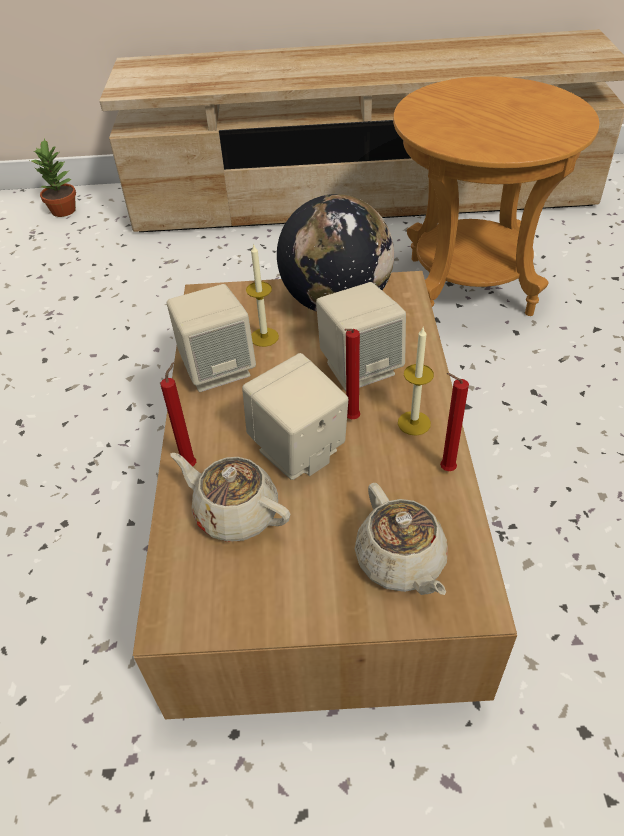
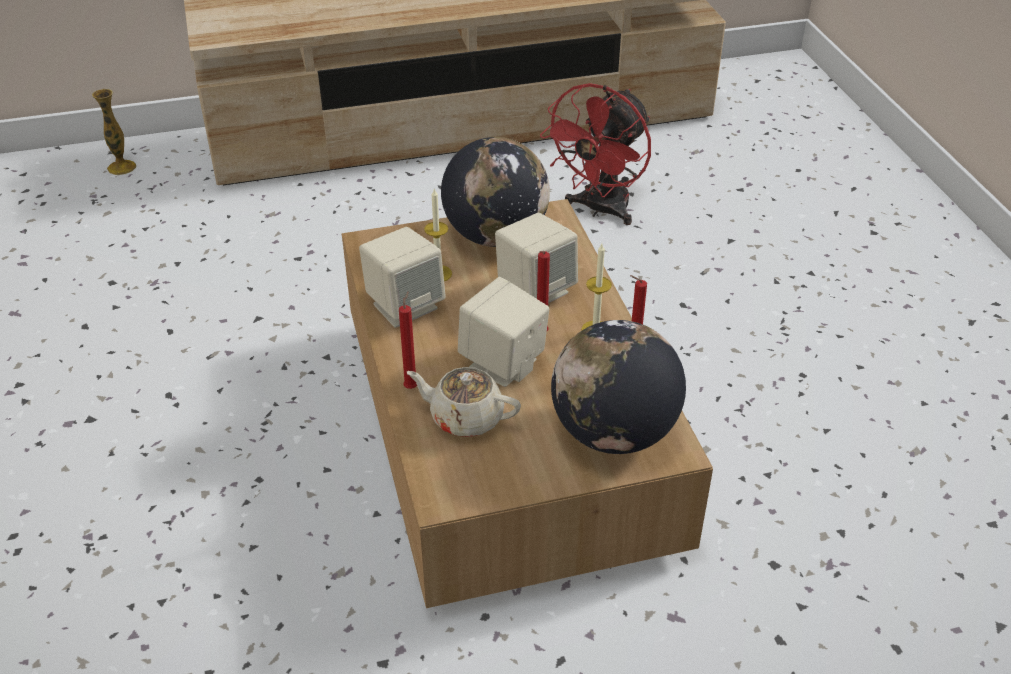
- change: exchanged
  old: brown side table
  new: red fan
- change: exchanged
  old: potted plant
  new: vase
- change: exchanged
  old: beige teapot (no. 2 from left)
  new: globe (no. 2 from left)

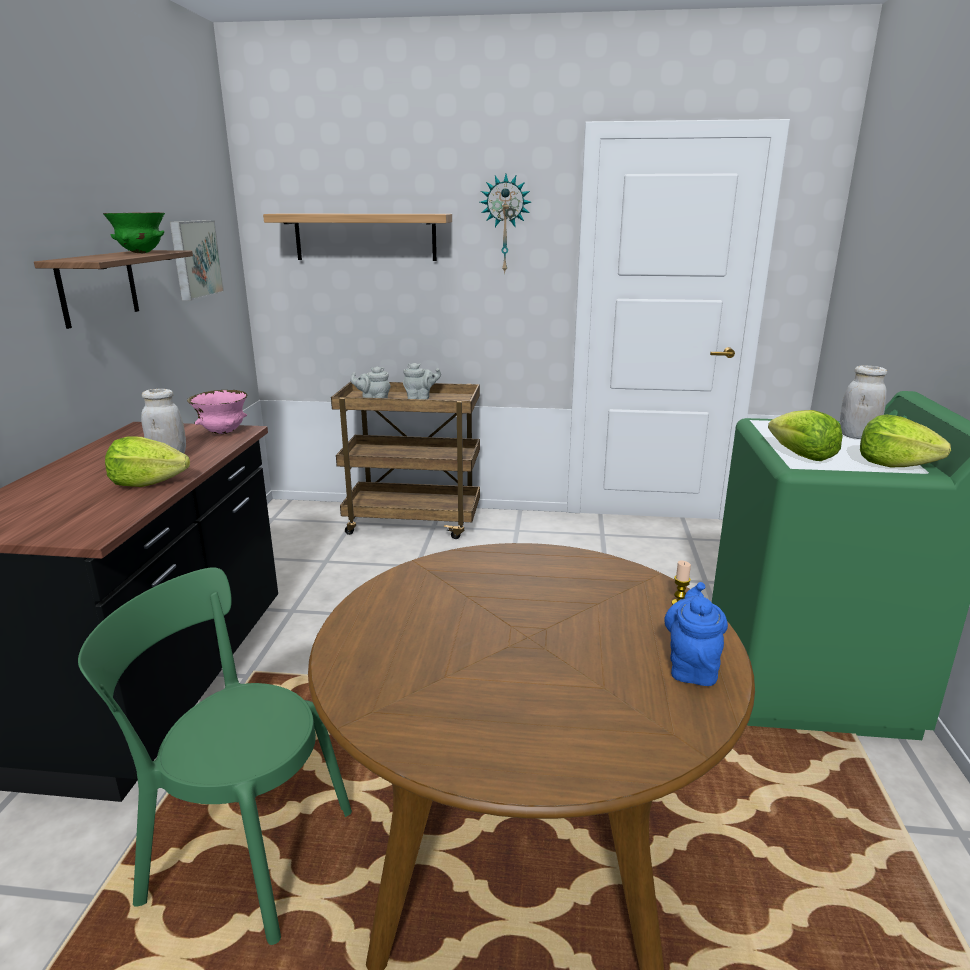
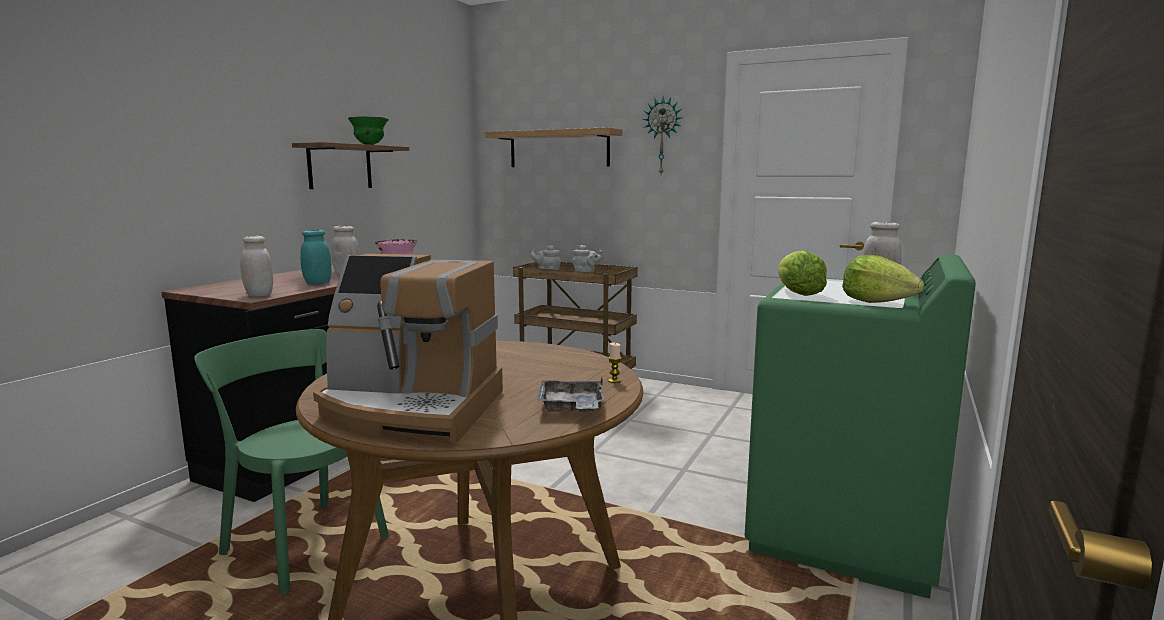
- change: missing
  old: picture
- change: exchanged
  old: lettuce (no. 1 from left)
  new: turquoise jar
- change: exchanged
  old: blue teapot
  new: grey tray
- change: appeared
  new: white jar (no. 1 from left)
- change: appeared
  new: coffee machine

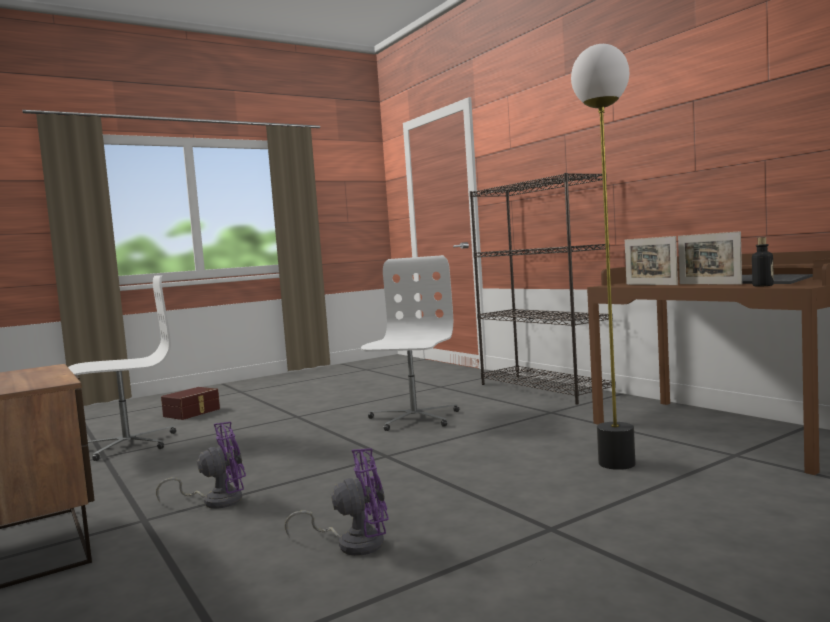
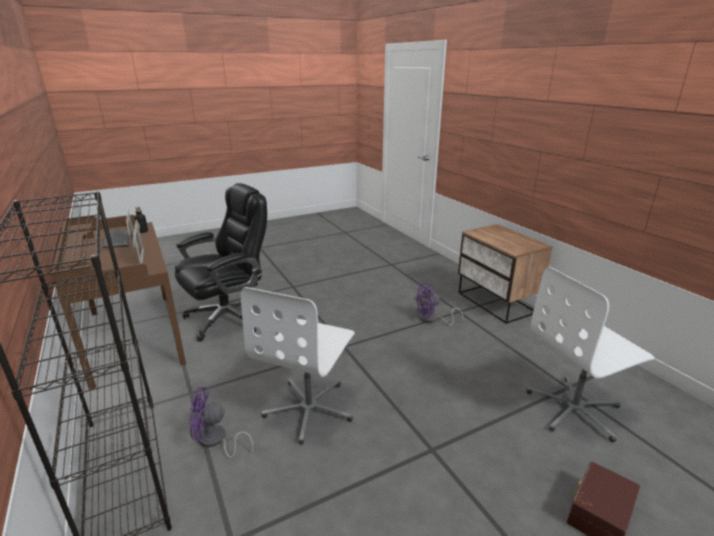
- change: exchanged
  old: floor lamp
  new: black office chair
- change: relocated
  old: purple fan (no. 2 from left in the first image)
  new: purple fan (no. 1 from left)

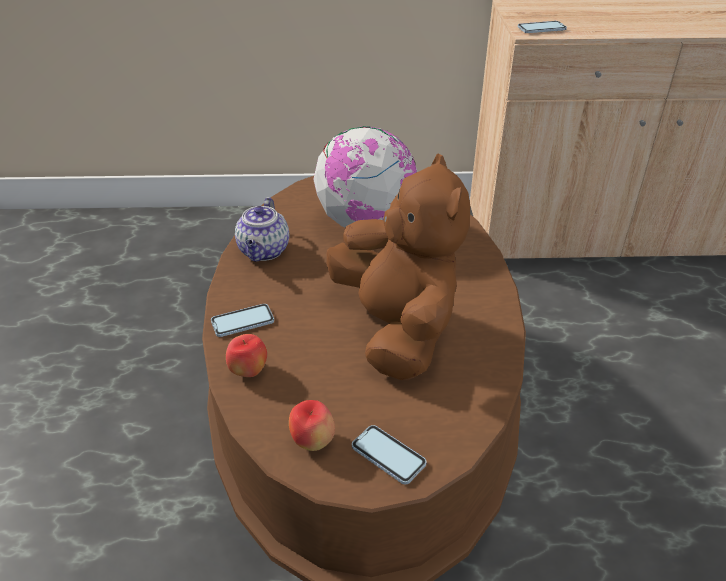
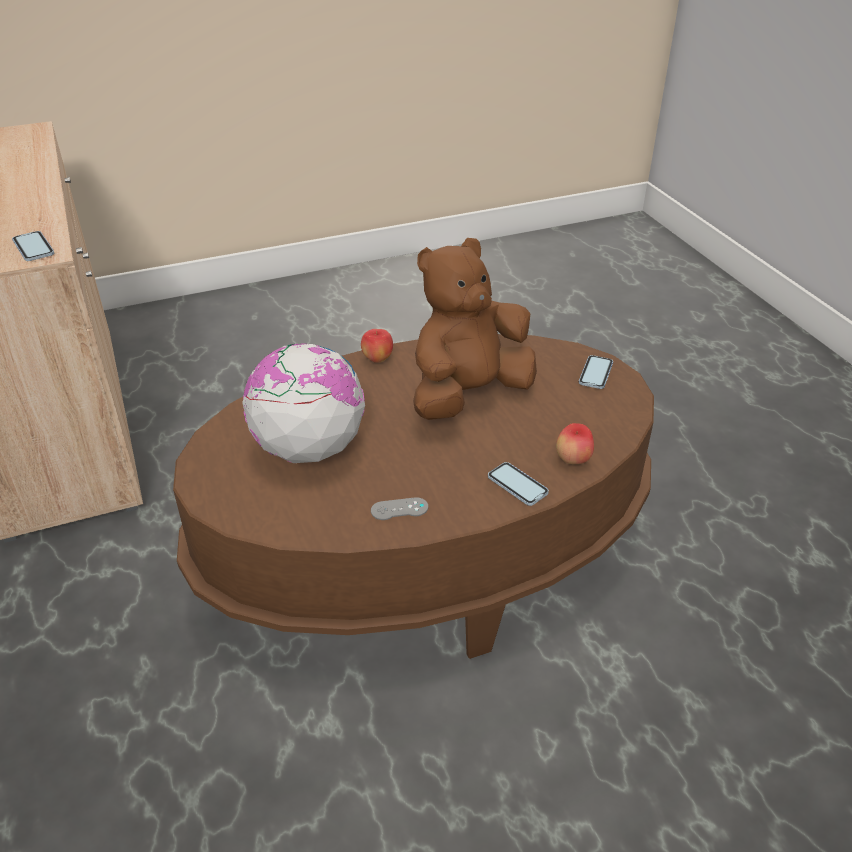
- change: exchanged
  old: teapot
  new: grey game controller
- change: relocated
  old: apple (no. 2 from left in the first image)
  new: apple (no. 1 from left)

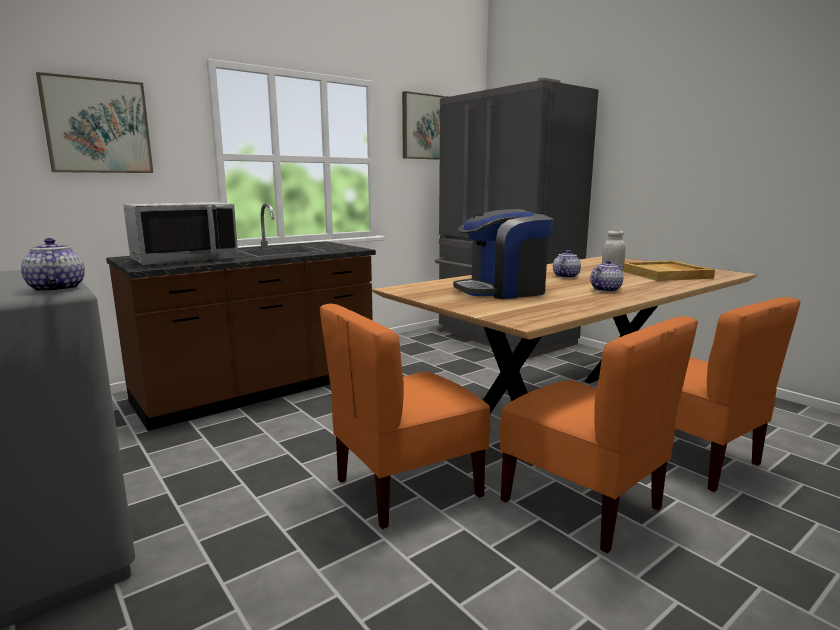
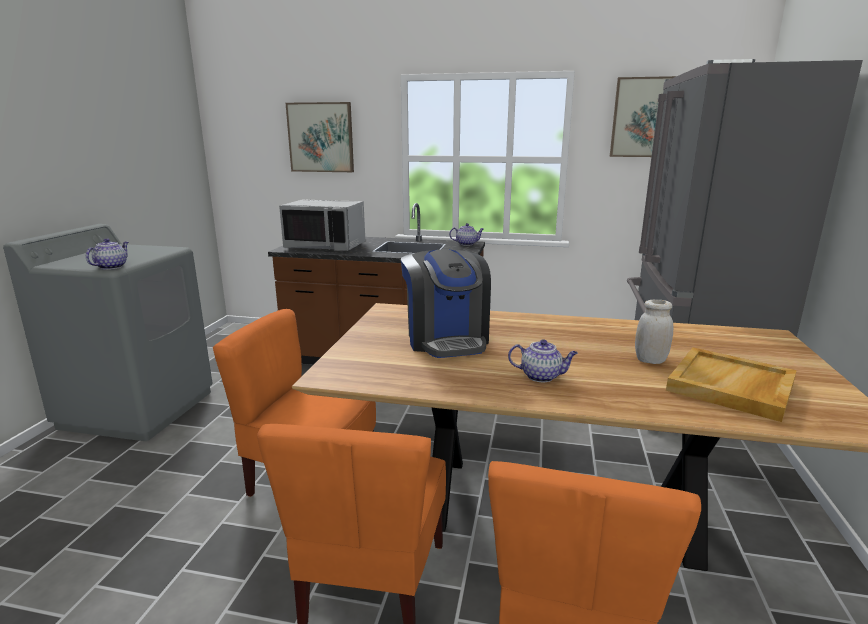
- change: spun
  old: coffee machine
  degrees: -135
- change: relocated
  old: teapot (no. 2 from left)

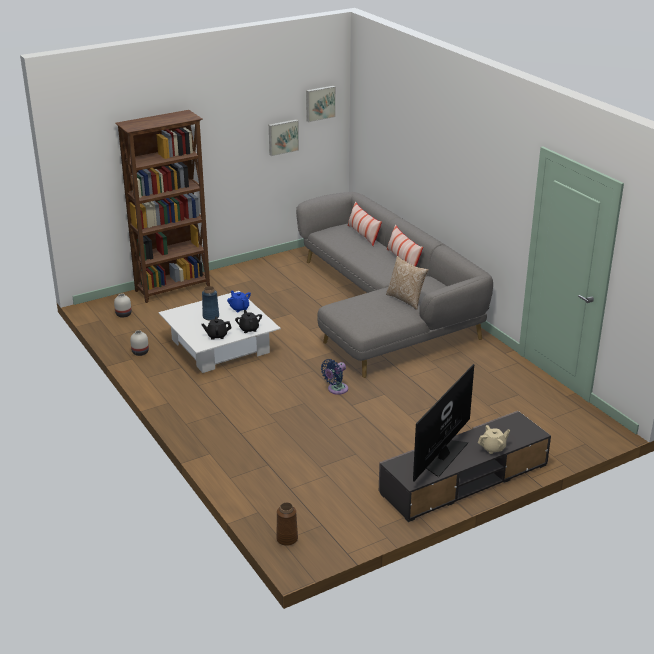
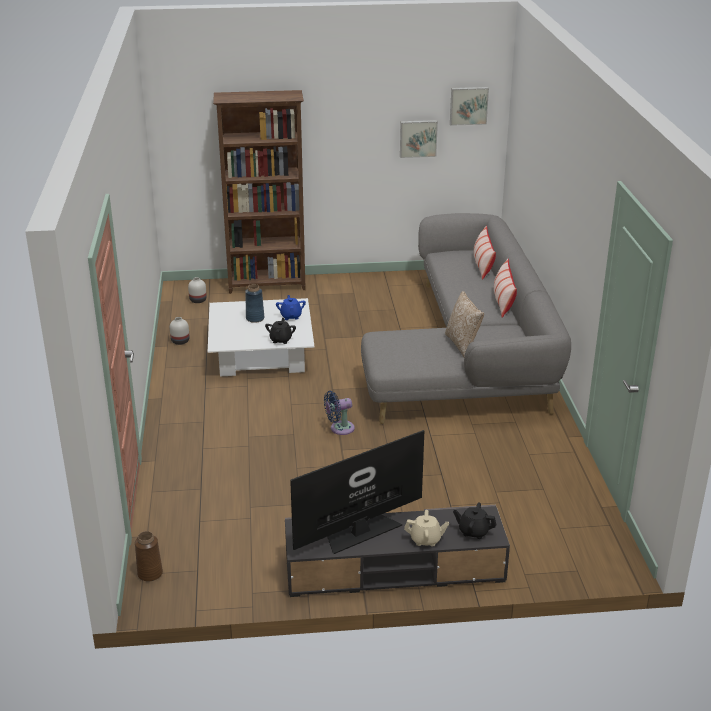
- change: relocated
  old: black teapot (no. 1 from left in the first image)
  new: black teapot (no. 2 from left)

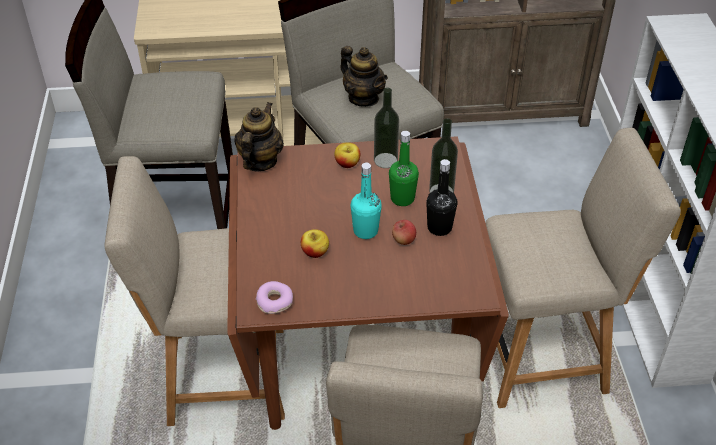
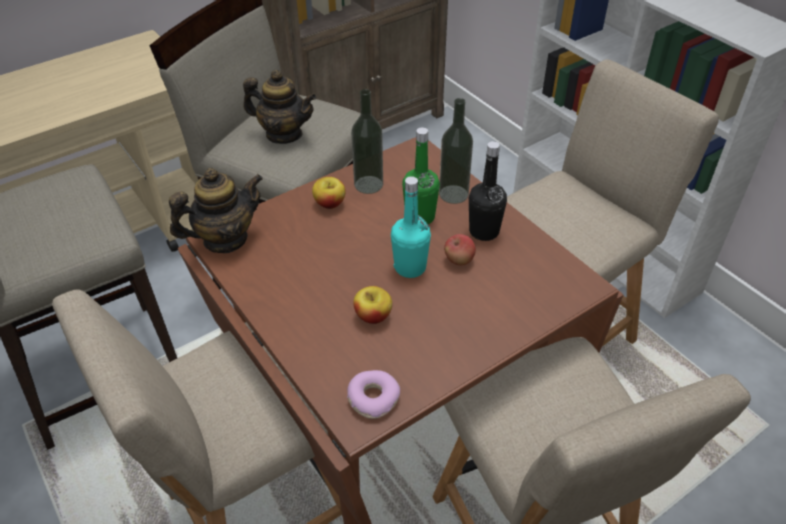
- change: spun
  old: teapot (no. 1 from left)
  degrees: 75

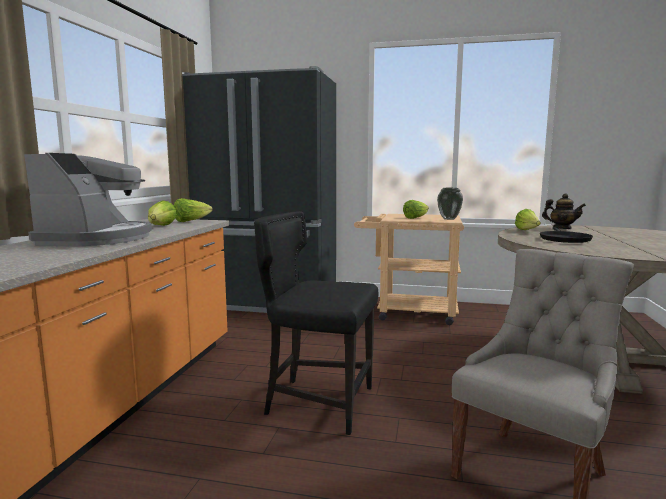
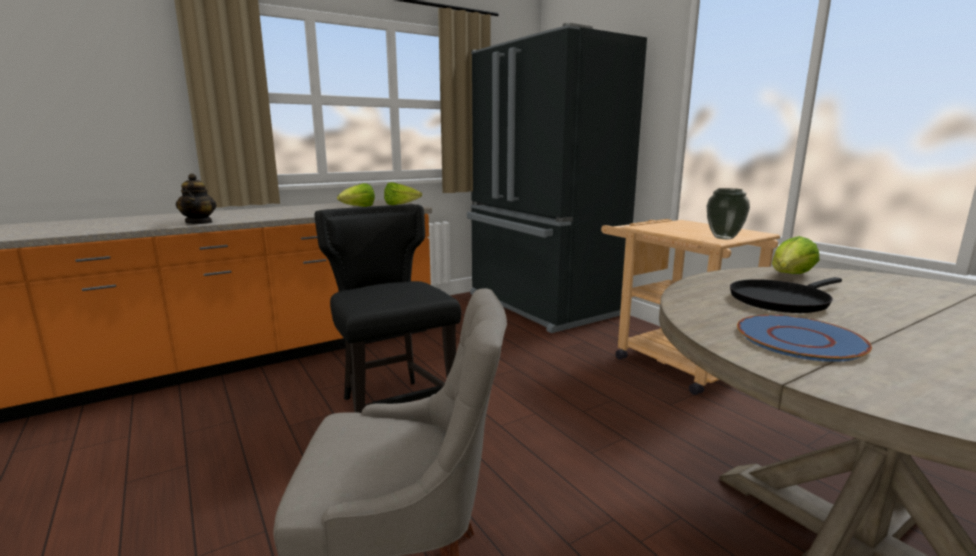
- change: missing
  old: coffee machine
- change: relocated
  old: teapot
- change: missing
  old: lettuce (no. 3 from left)
- change: appeared
  new: blue plate

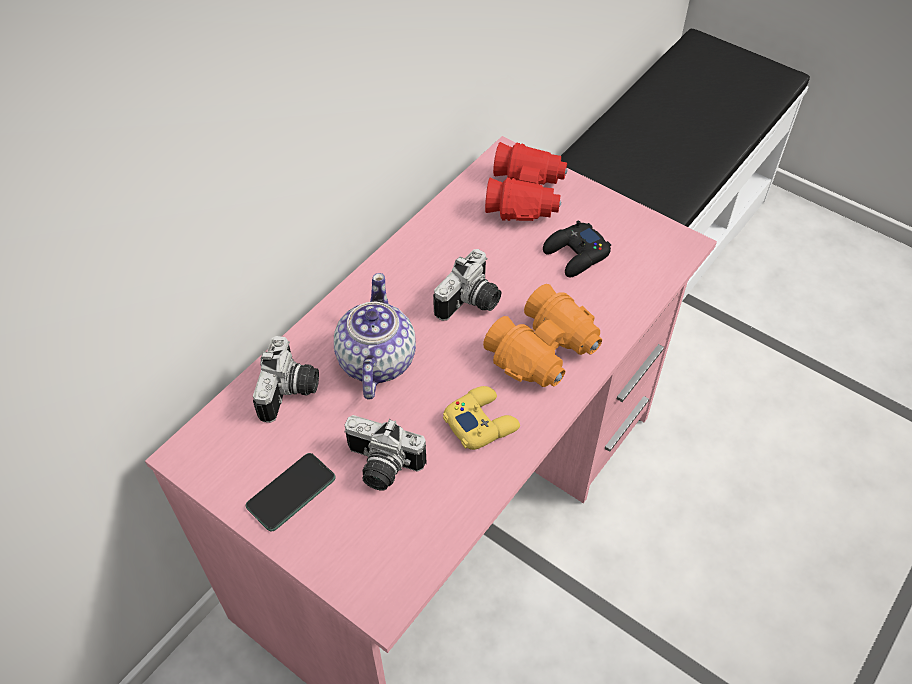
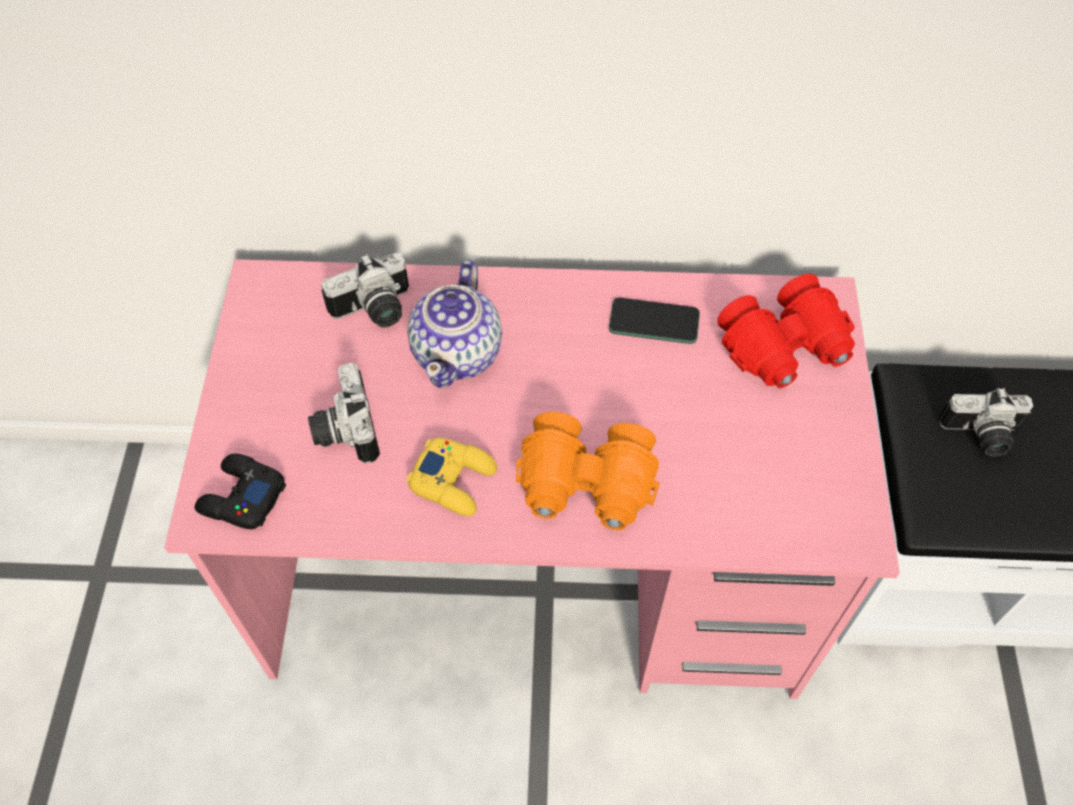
- change: relocated
  old: black game controller
- change: relocated
  old: photo camera (no. 3 from left)
- change: spun
  old: teapot
  degrees: 135
- change: relocated
  old: phone

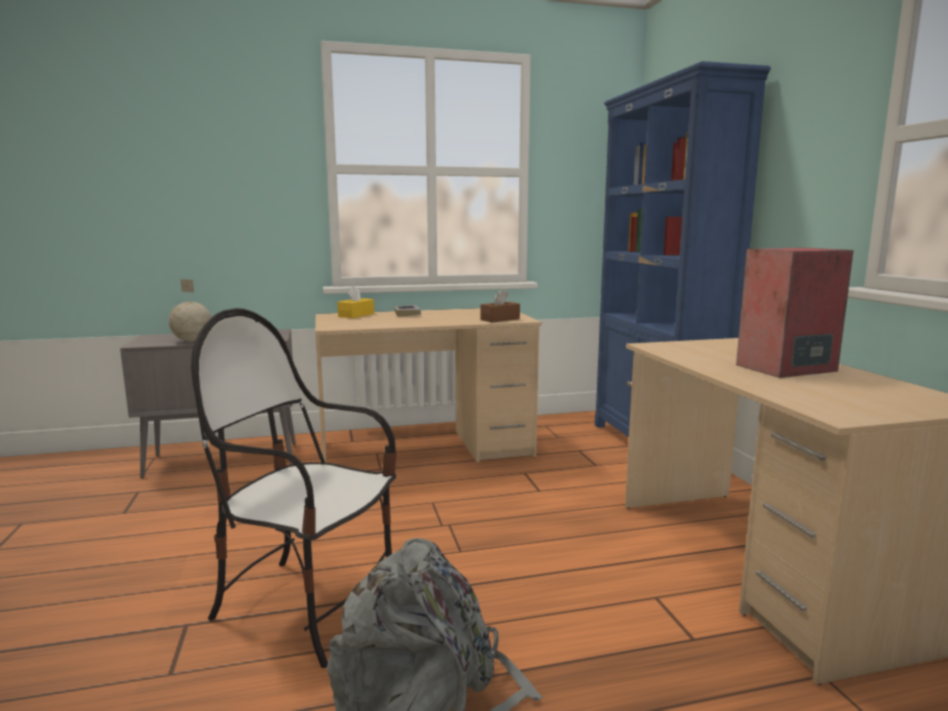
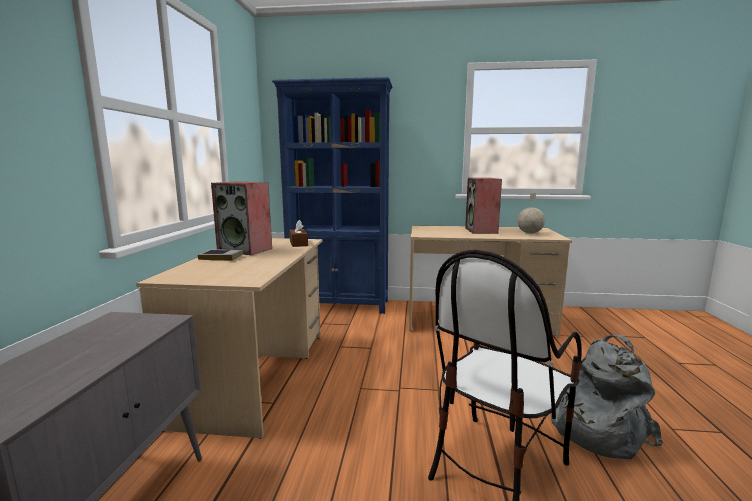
- change: relocated
  old: globe
- change: missing
  old: yellow tissue box
- change: appeared
  new: speaker (no. 1 from left)

